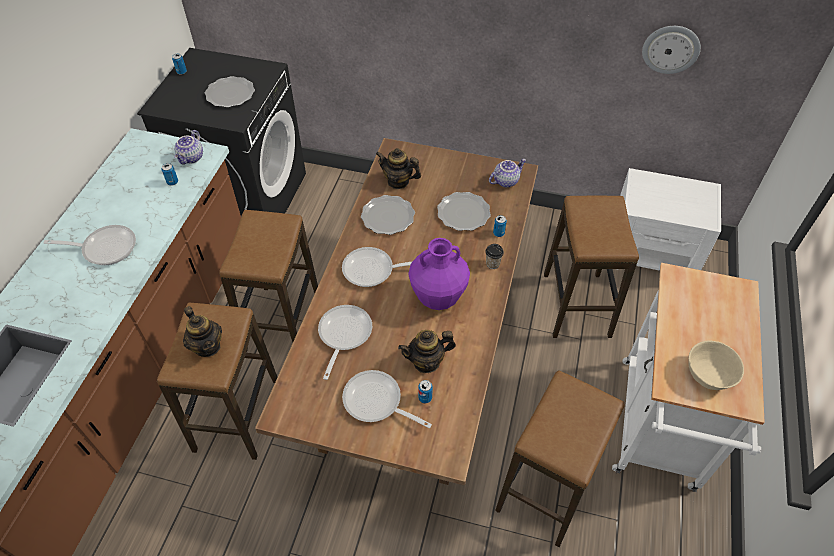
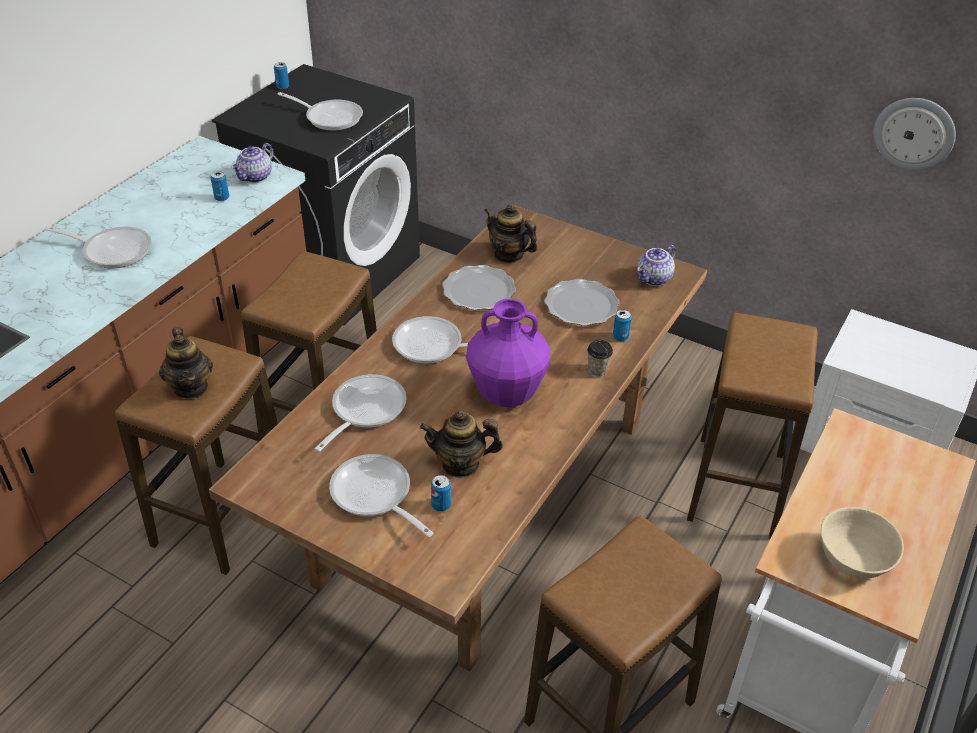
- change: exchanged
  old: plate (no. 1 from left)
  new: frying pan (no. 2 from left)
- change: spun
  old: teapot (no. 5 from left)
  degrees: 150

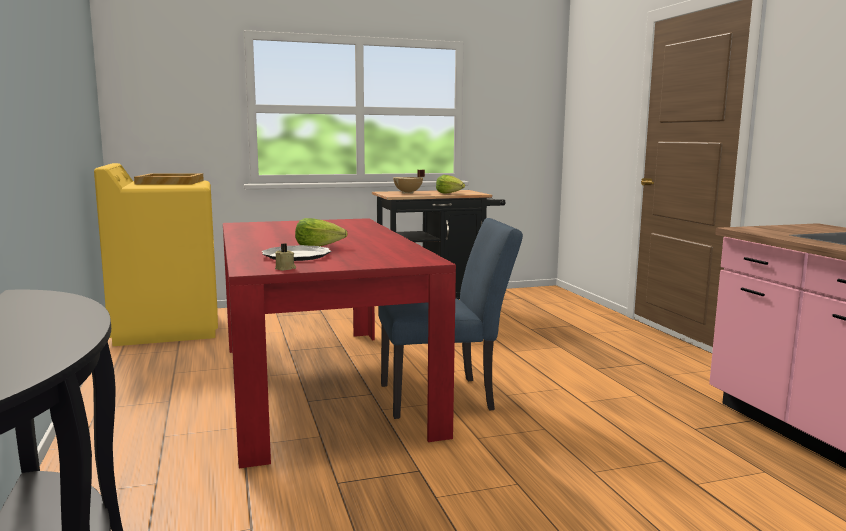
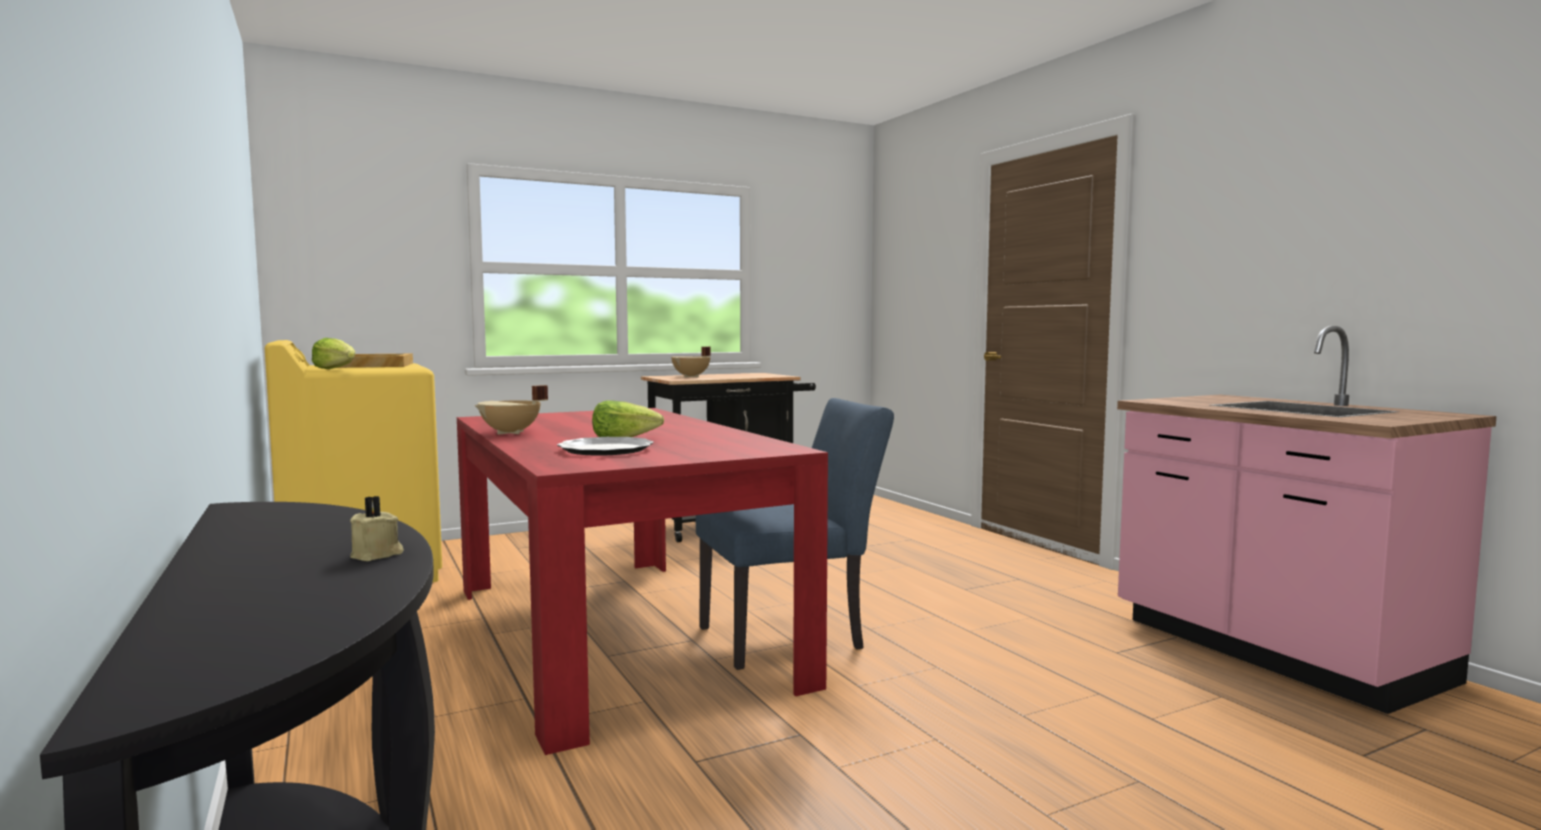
- change: relocated
  old: lettuce (no. 2 from left in the first image)
  new: lettuce (no. 1 from left)
- change: relocated
  old: beige candle
- change: appeared
  new: beige cooking pot (no. 1 from left)

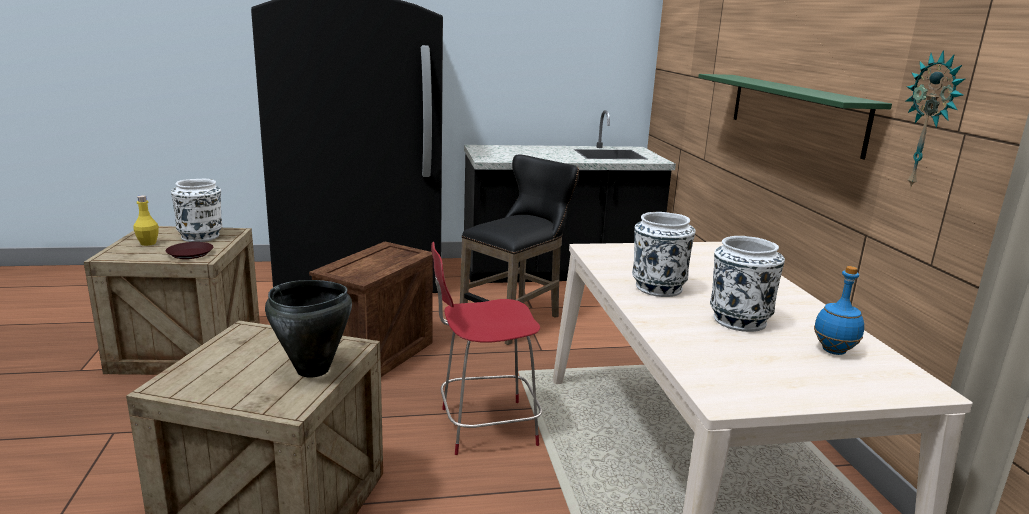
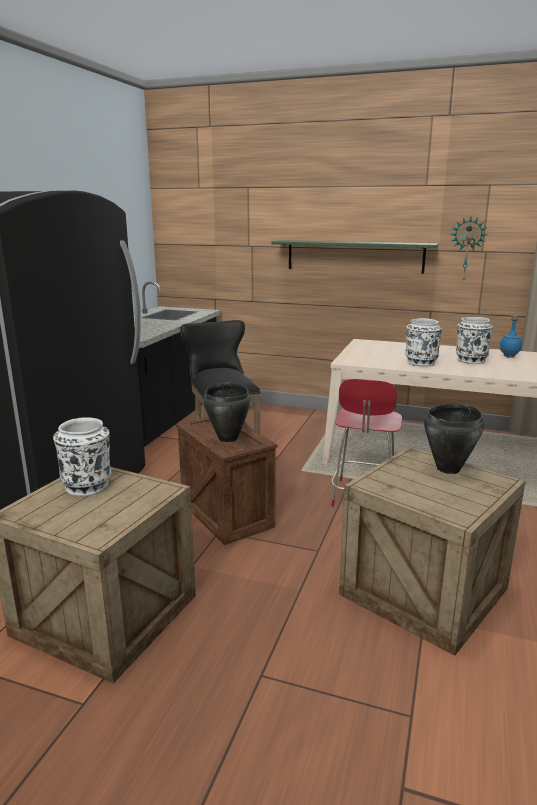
- change: missing
  old: yellow bottle
- change: missing
  old: brown plate
- change: appeared
  new: black cooking pot (no. 1 from left)

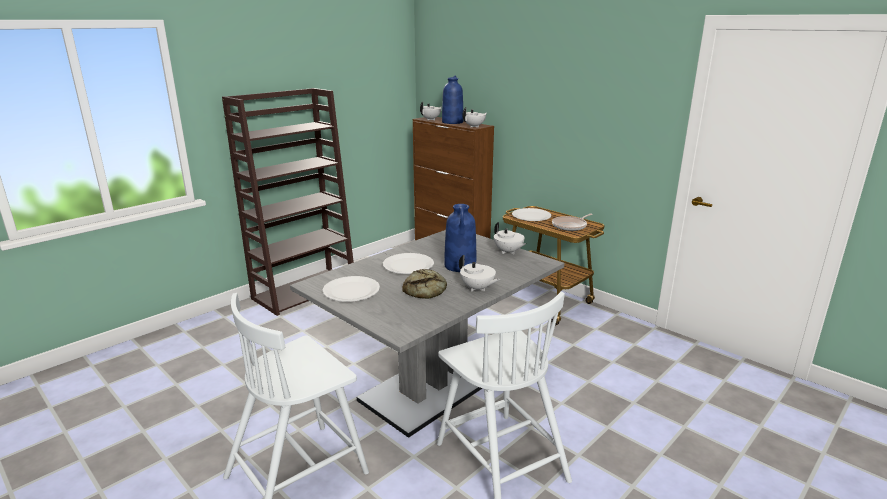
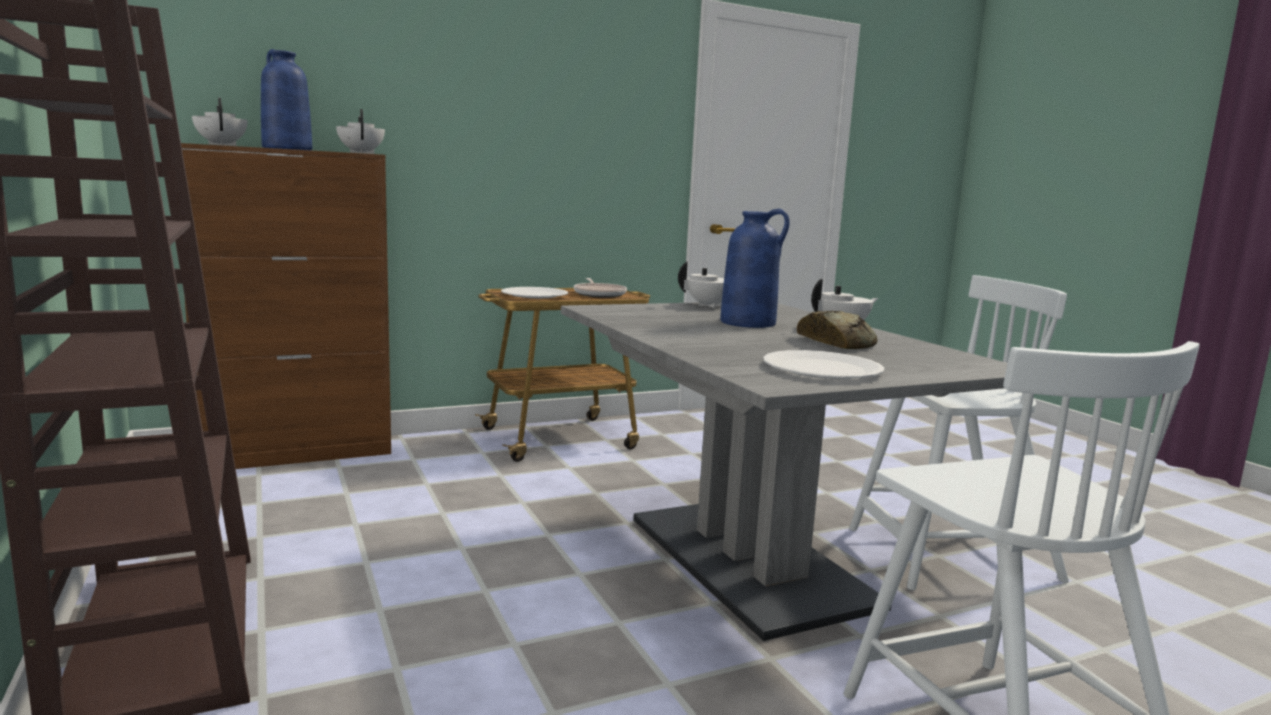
- change: missing
  old: white plate (no. 2 from left)

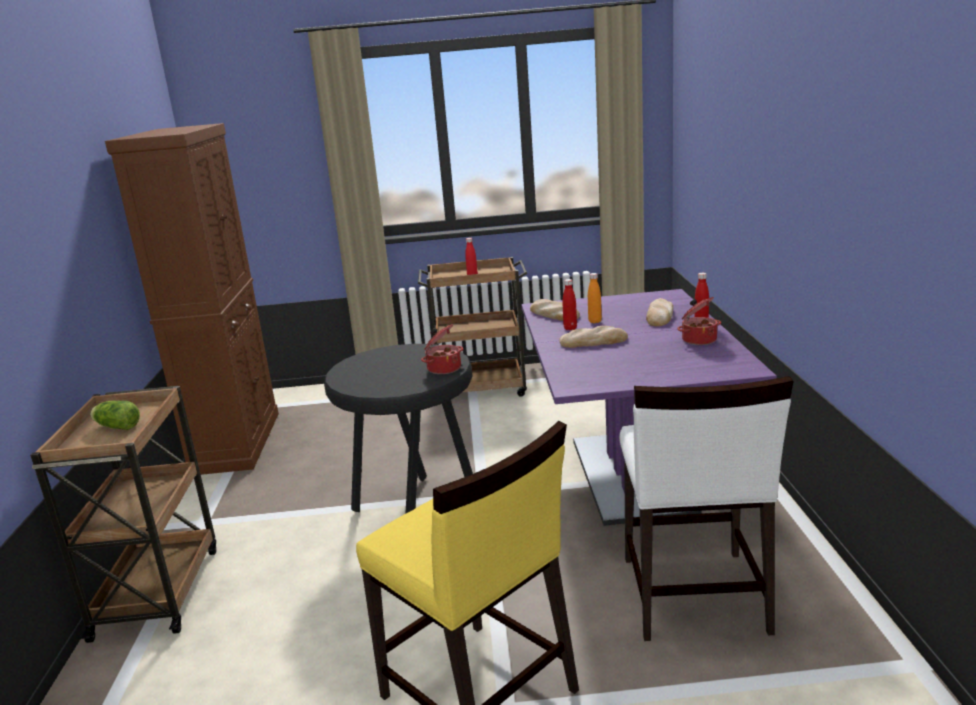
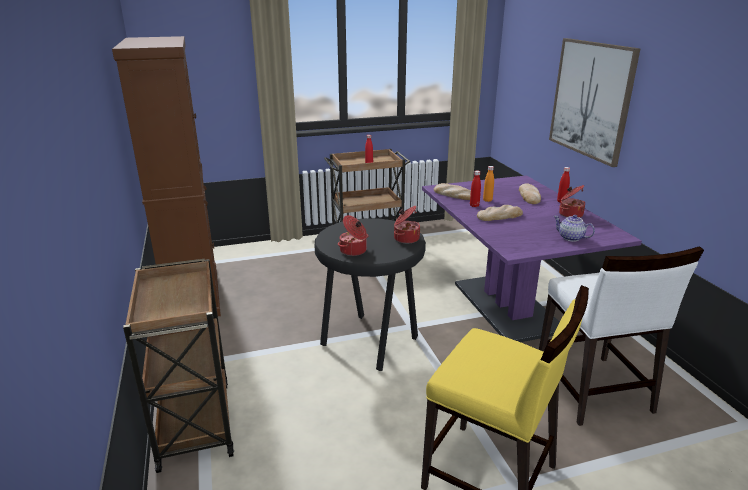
- change: missing
  old: lettuce
- change: appeared
  new: picture
- change: appeared
  new: cooking pot (no. 1 from left)
- change: appeared
  new: teapot

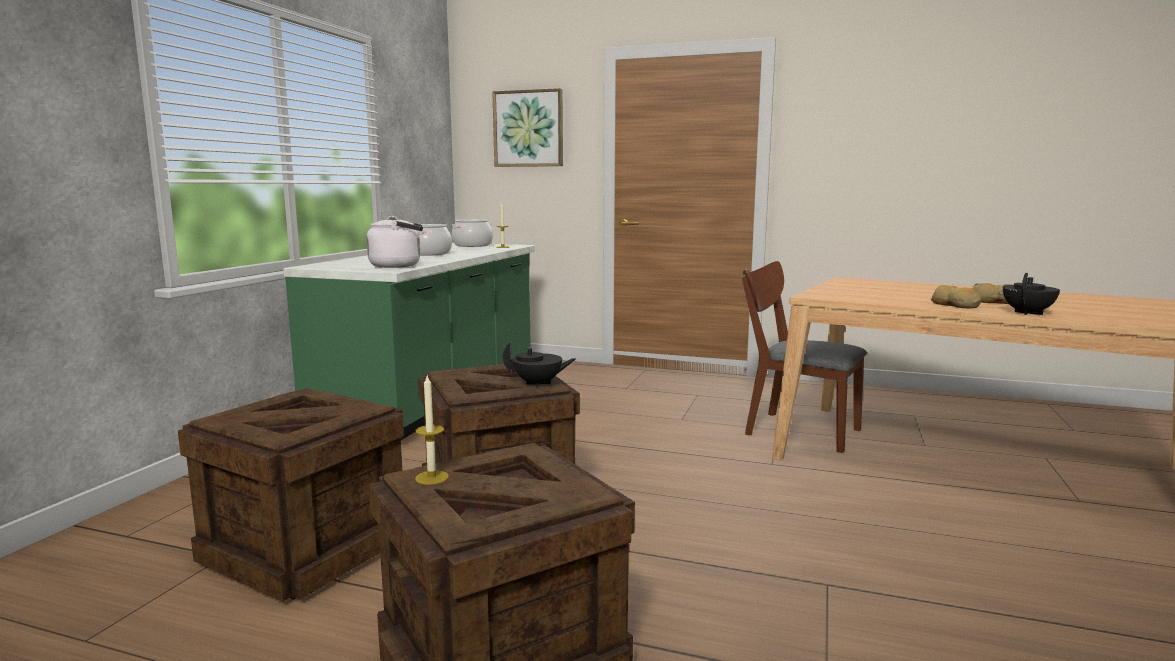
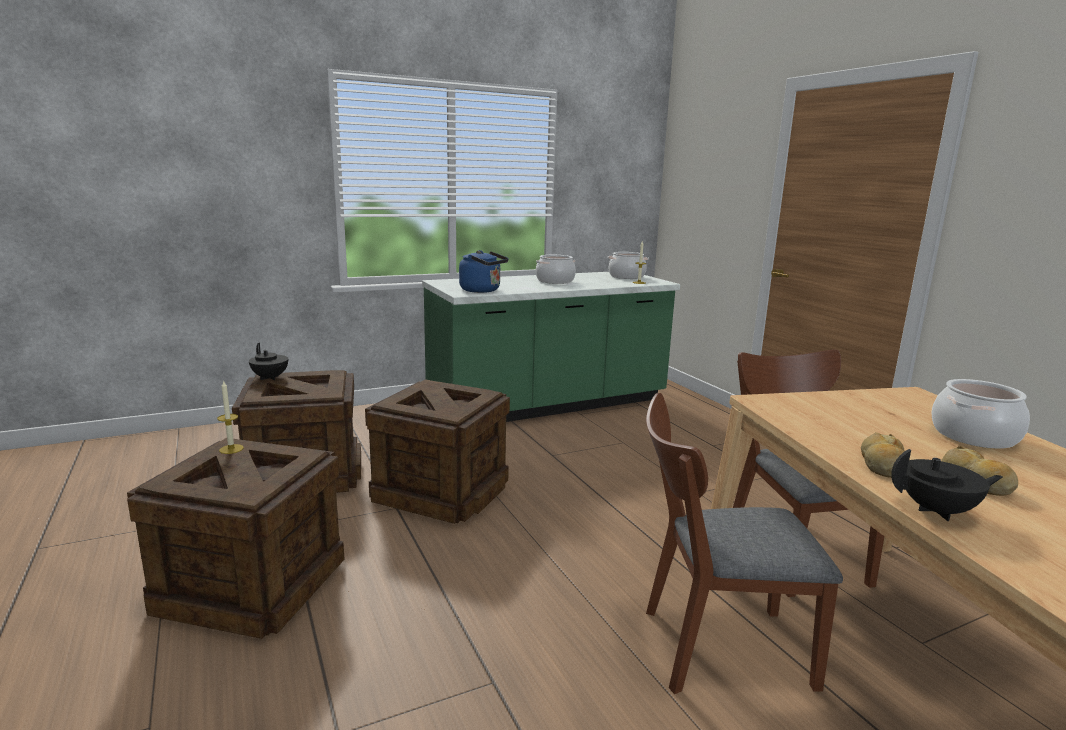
- change: missing
  old: picture
- change: colour
  old: white kettle
  new: blue kettle
- change: relocated
  old: black teapot (no. 1 from left)
- change: appeared
  new: cooking pot (no. 3 from left)
- change: appeared
  new: brown chair (no. 1 from left)

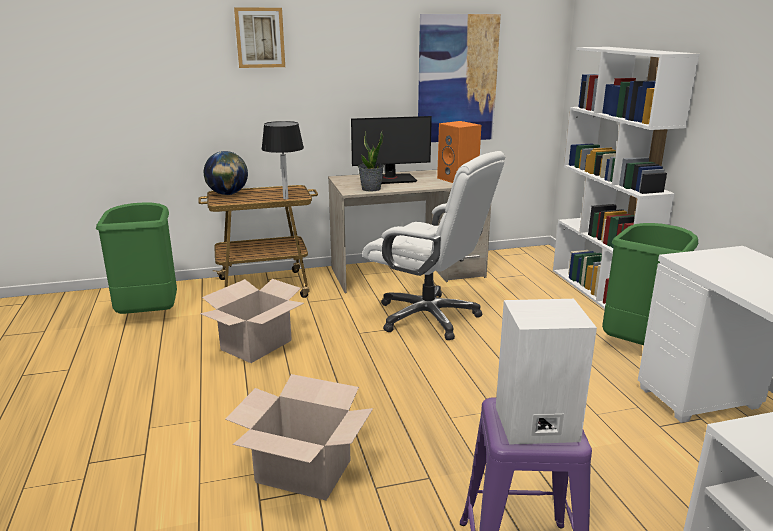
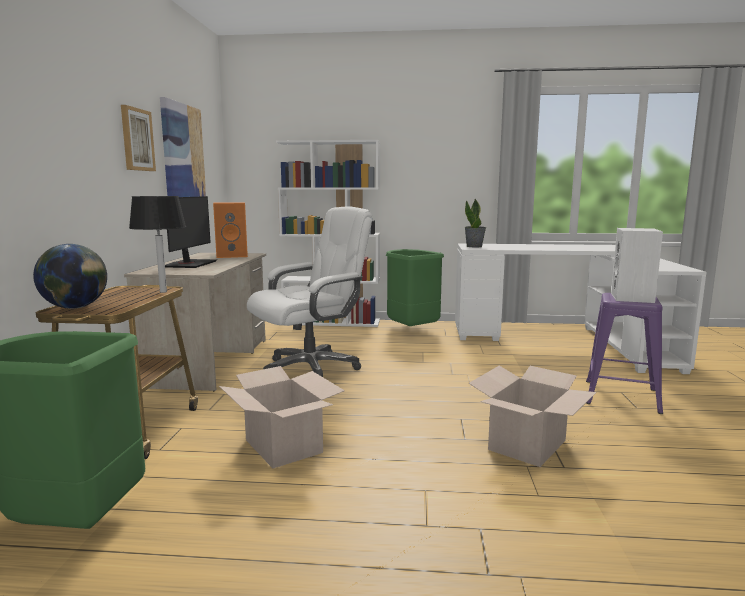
- change: relocated
  old: picture (no. 1 from left)
- change: relocated
  old: potted plant

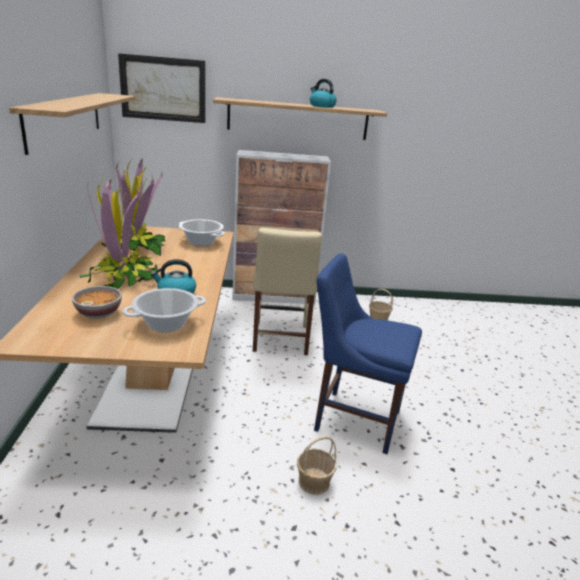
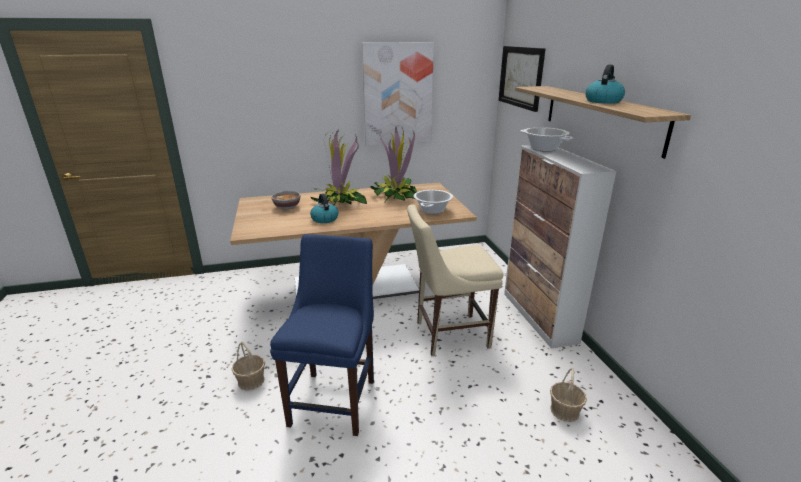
- change: exchanged
  old: shelf (no. 1 from left)
  new: picture (no. 1 from left)
- change: relocated
  old: cooking pot (no. 1 from left in the first image)
  new: cooking pot (no. 2 from left)

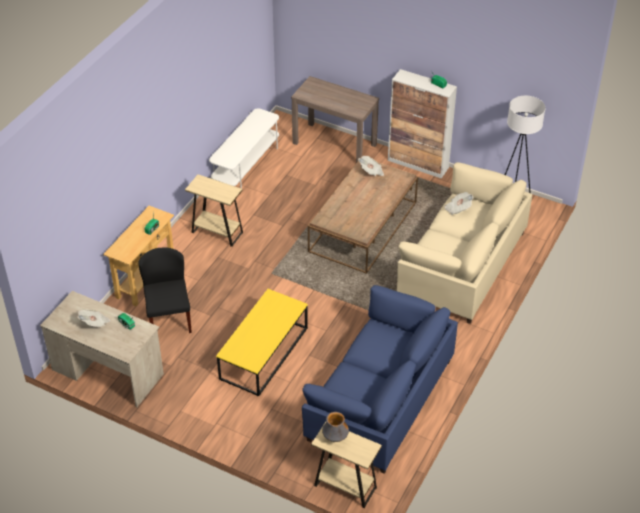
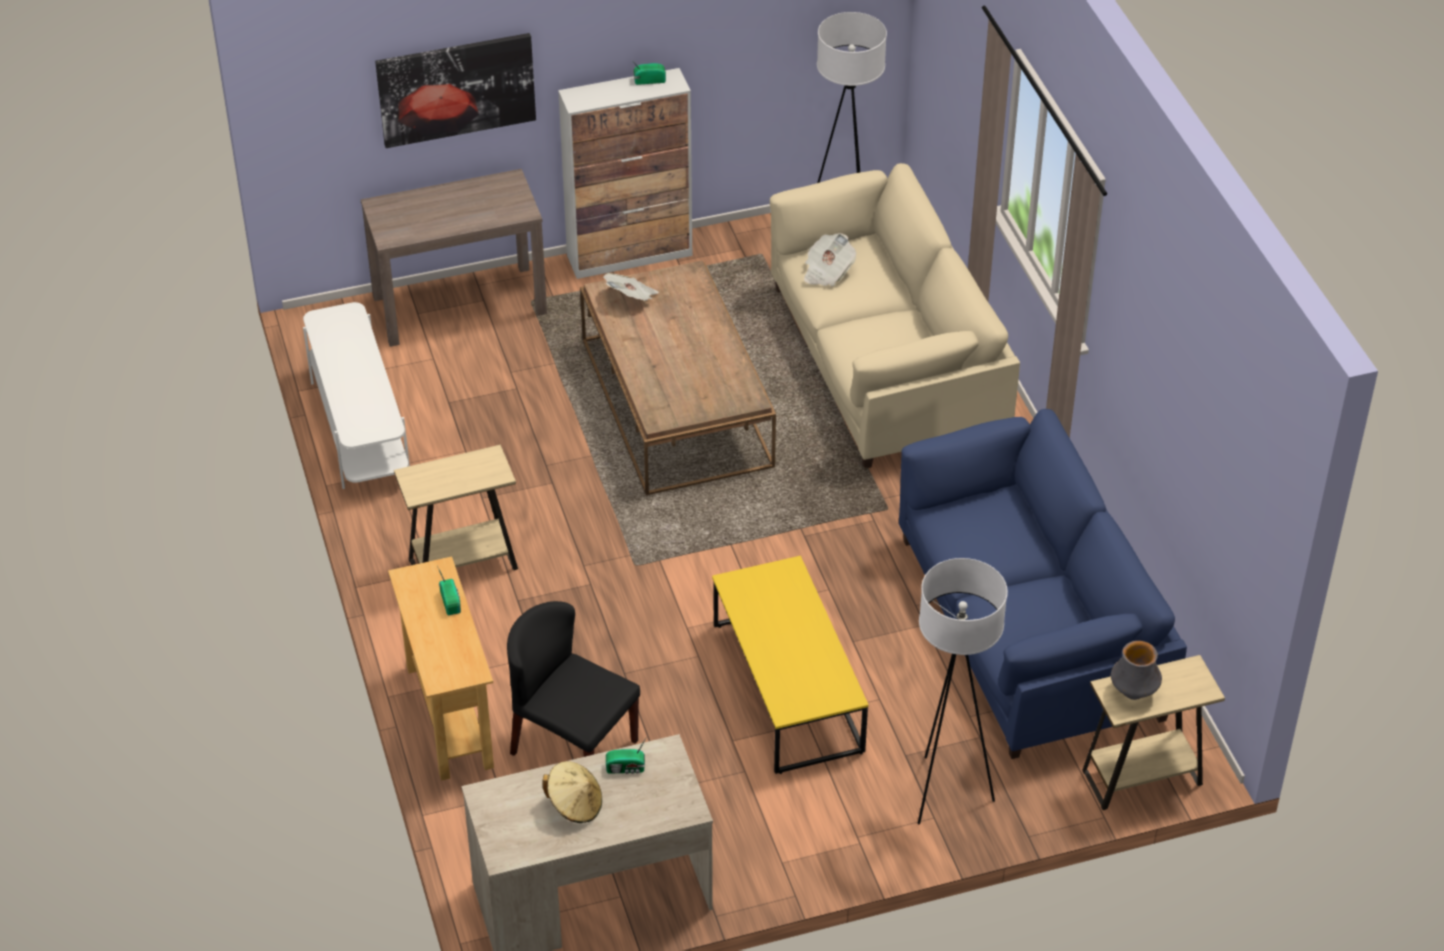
- change: exchanged
  old: newspaper (no. 1 from left)
  new: beige hat
- change: appeared
  new: picture
- change: appeared
  new: white floor lamp (no. 2 from left)

